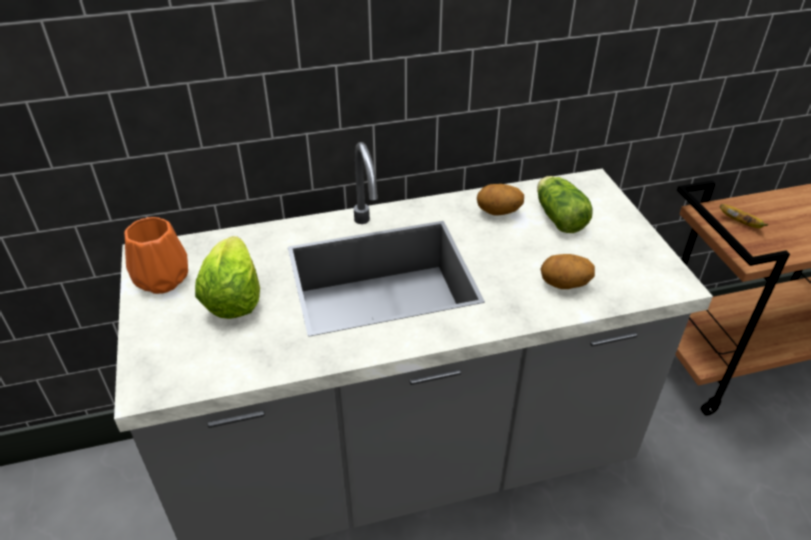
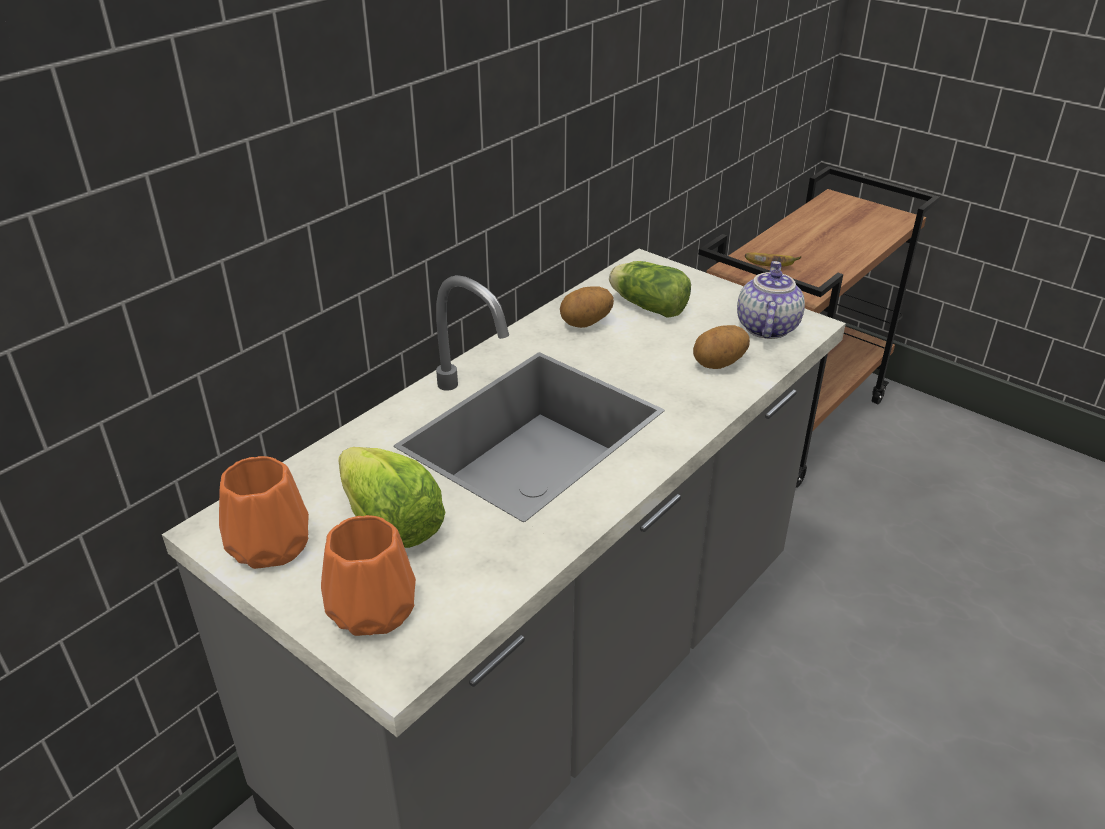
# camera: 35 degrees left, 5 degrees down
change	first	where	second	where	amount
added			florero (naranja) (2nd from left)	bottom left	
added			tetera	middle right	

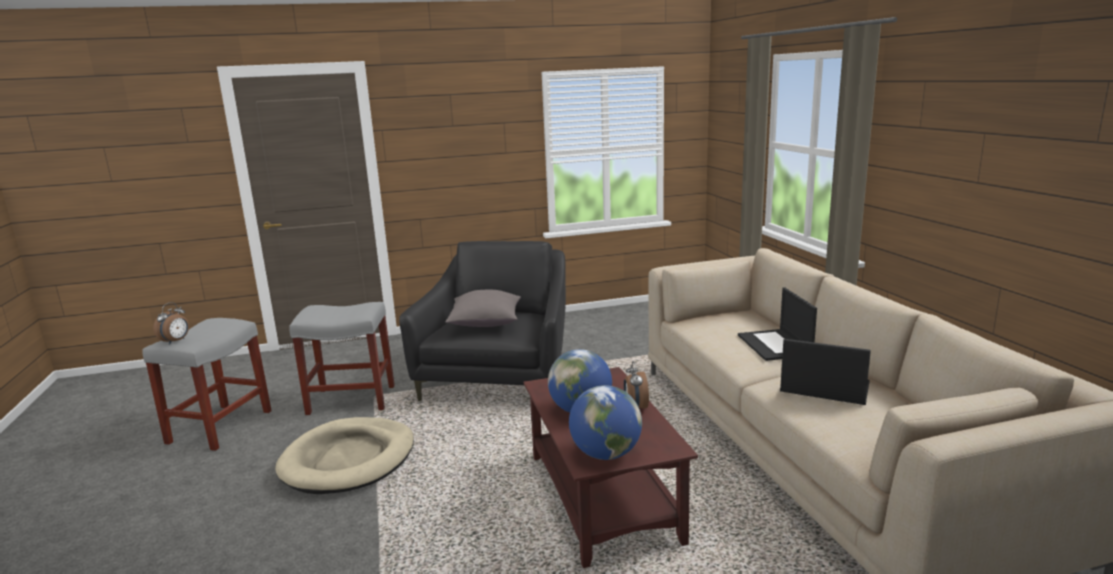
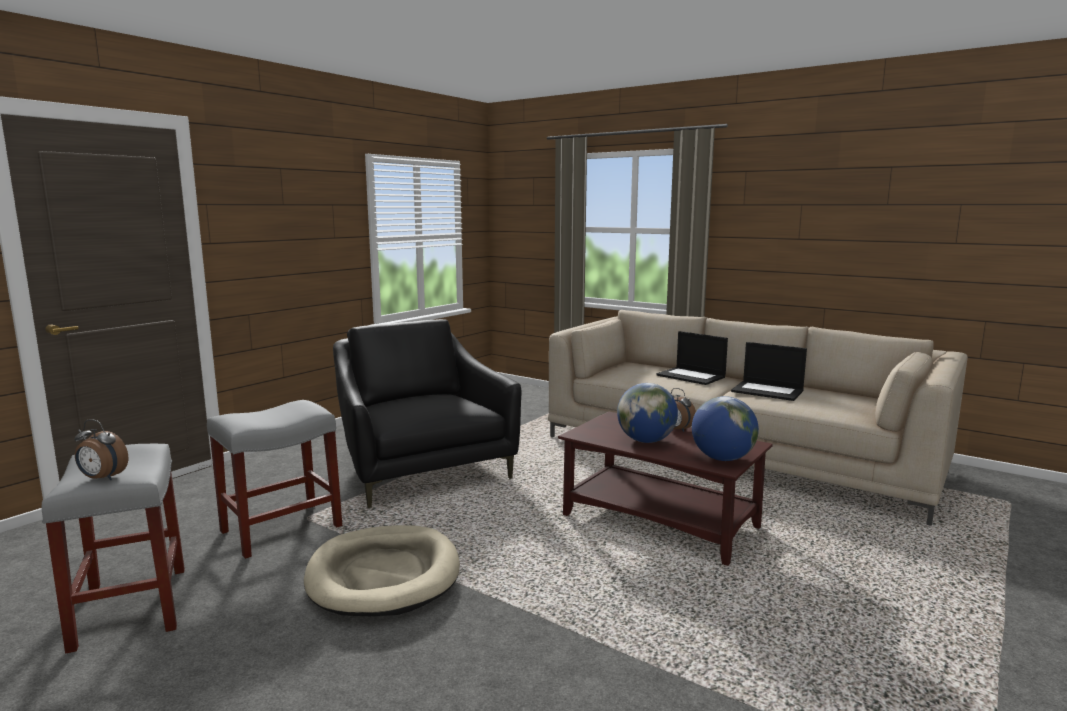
# camera: 40 degrees left, 5 degrees down
change	first	where	second	where	amount
turned	despertador (1st from left)	middle left		middle left	120 degrees clockwise
turned	portátil (2nd from left)	middle right		middle right	135 degrees counterclockwise
removed	cojín (gris)	centre			

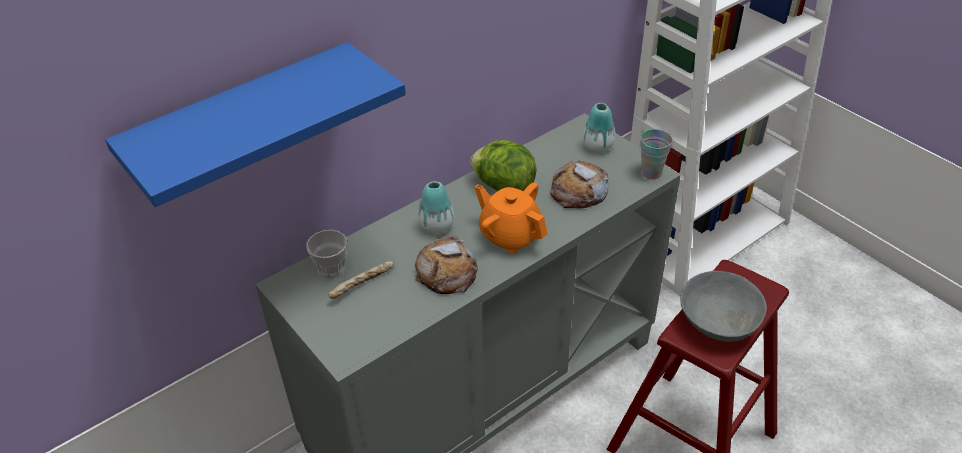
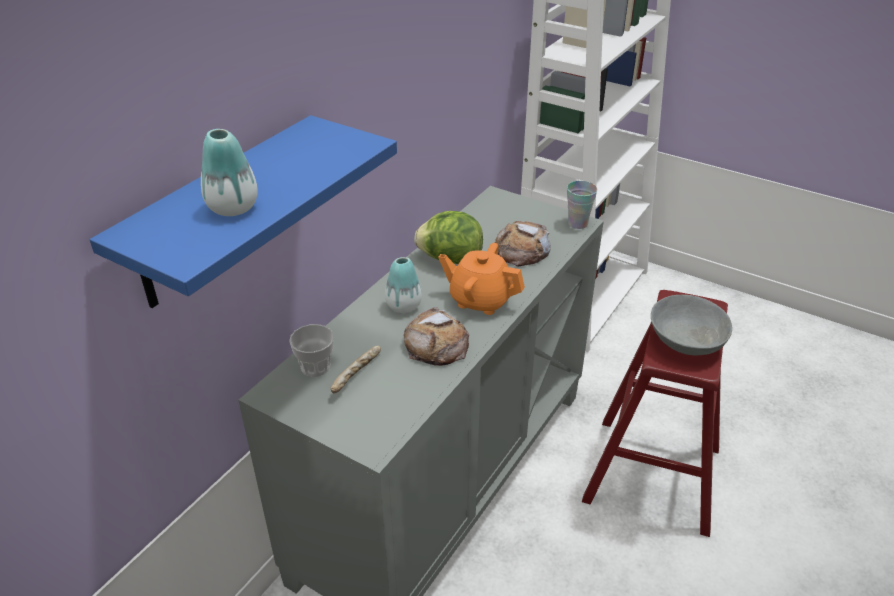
# camera: 20 degrees left, 5 degrees down
change	first	where	second	where	amount
moved	florero (2nd from left in the first image)	top centre	florero (1st from left)	top left	

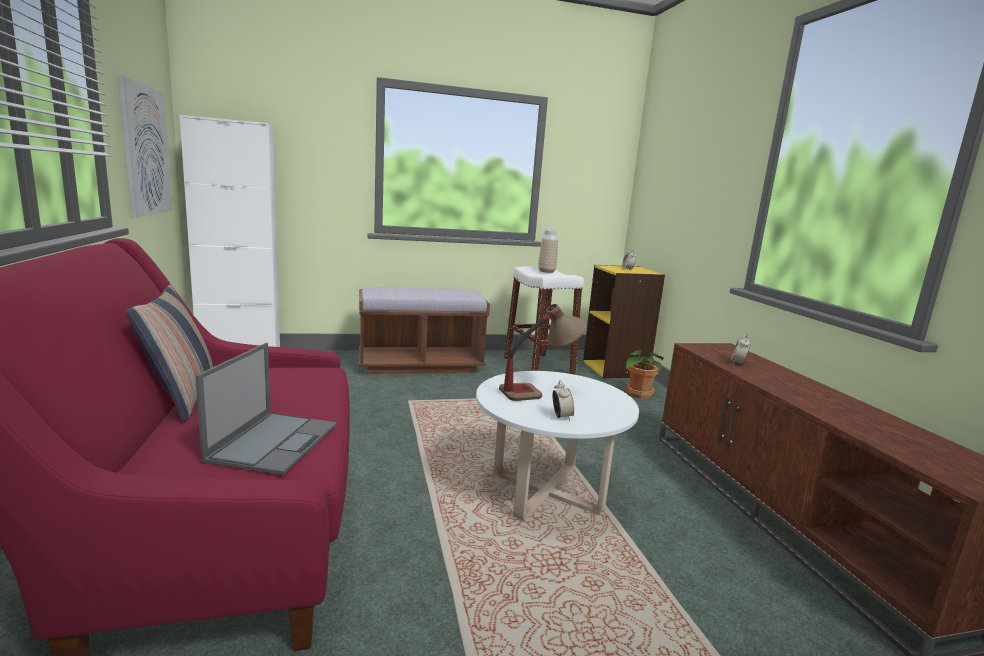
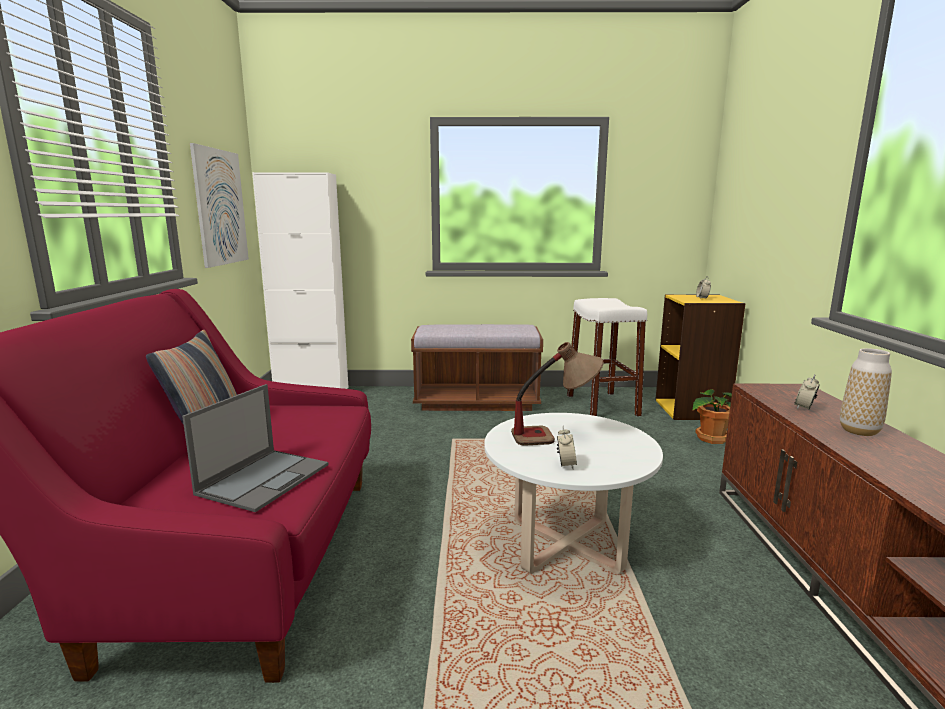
# camera: 15 degrees right, 0 degrees up
change	first	where	second	where	amount
moved	florero	centre		middle right	

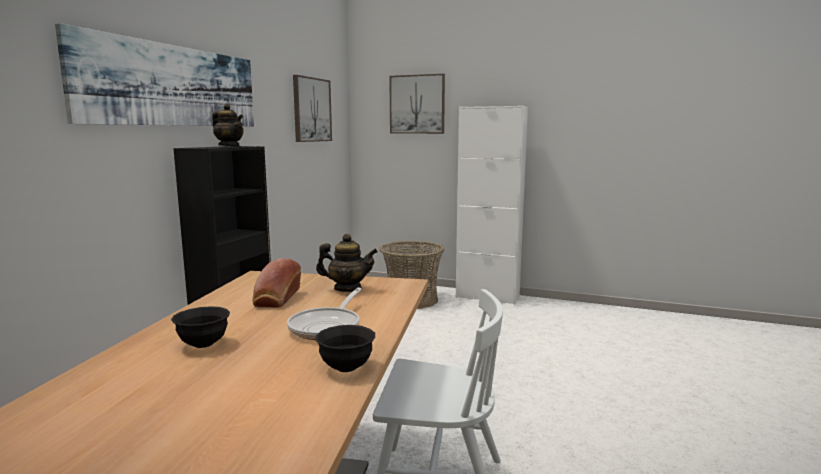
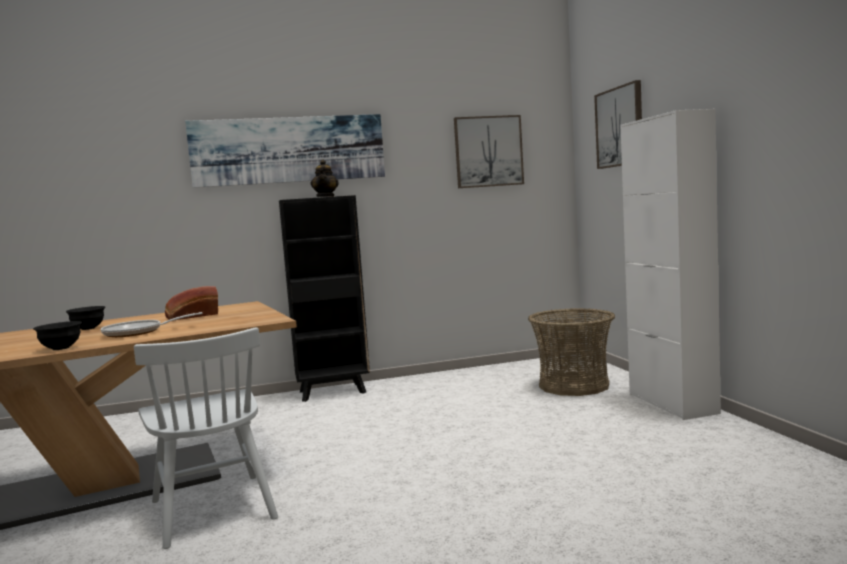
# camera: 55 degrees right, 5 degrees down
change	first	where	second	where	amount
removed	tetera (2nd from left)	centre			

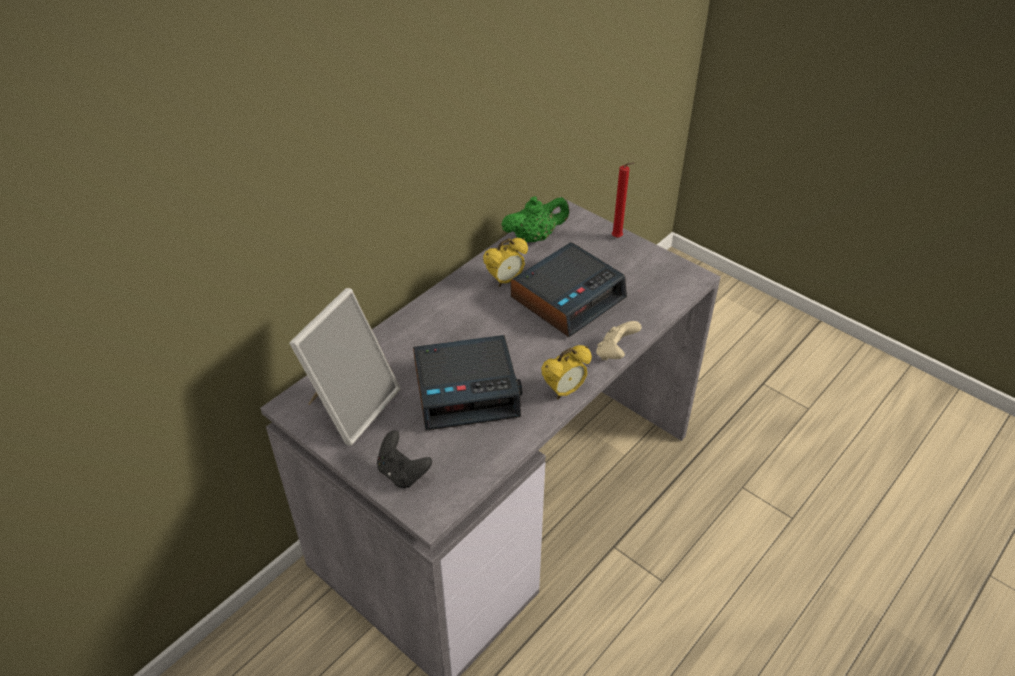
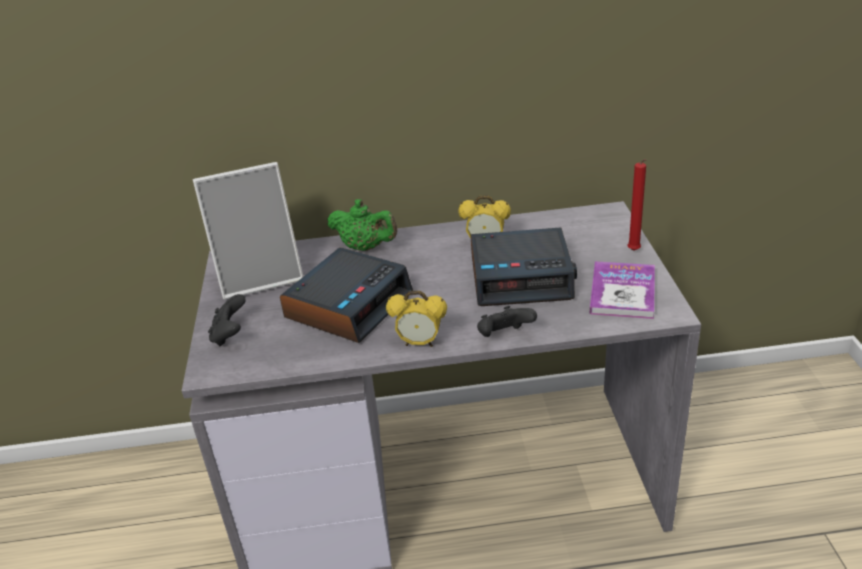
# camera: 45 degrees right, 10 degrees down
change	first	where	second	where	amount
turned	despertador (1st from left)	centre		centre	90 degrees counterclockwise
moved	tetera (verde)	top centre		centre	
recoloured	mando de consola (beis)	centre	mando de consola (negro) (2nd from left)	centre	
added			libro	middle right	

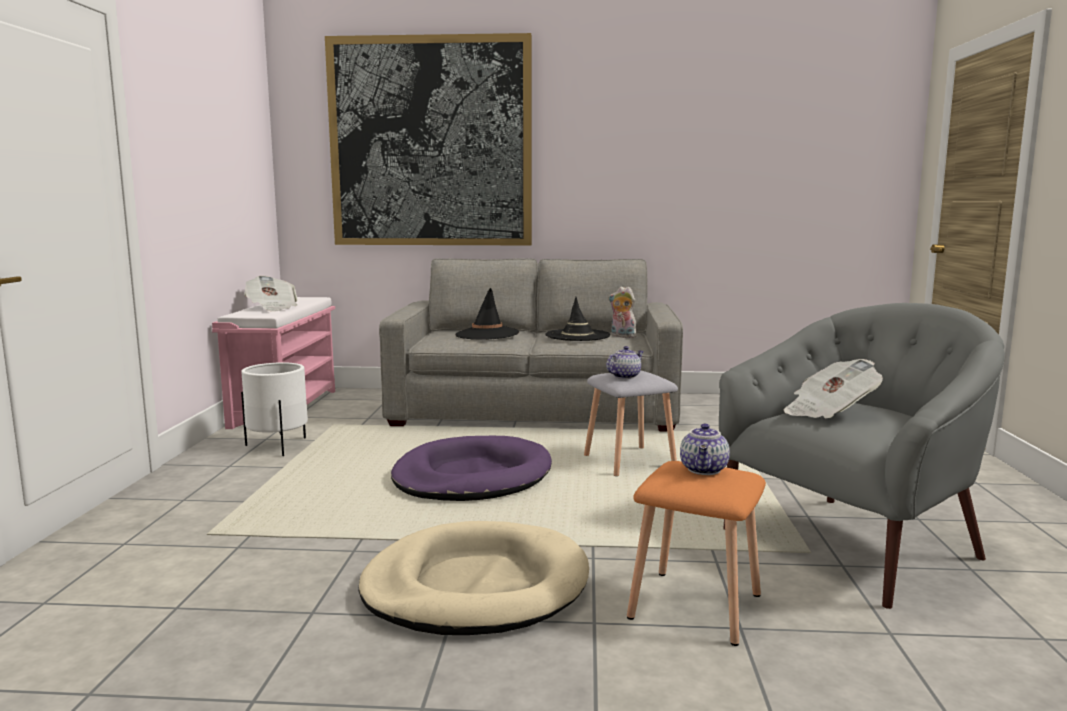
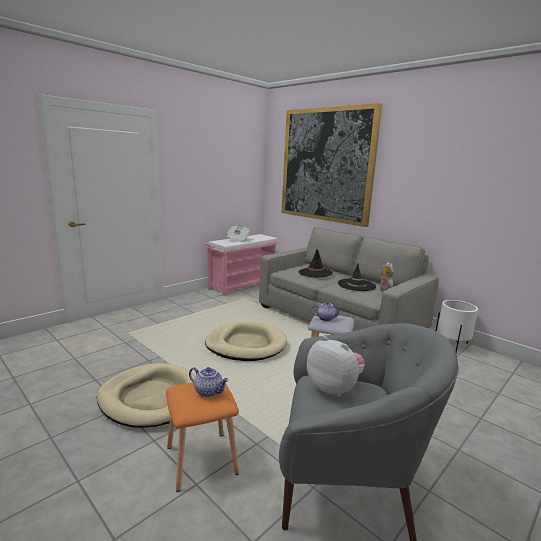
# camera: 40 degrees right, 5 degrees up
change	first	where	second	where	amount
turned	tetera (2nd from left in the first image)	centre	tetera (1st from left)	bottom centre	120 degrees counterclockwise
recoloured	cama para perro (morado)	centre	cama para perro (beis) (2nd from left)	centre	
replaced	periódico (2nd from left)	middle right	peluche (1st from left)	bottom centre	
moved	maceta (blanco)	middle left		middle right	

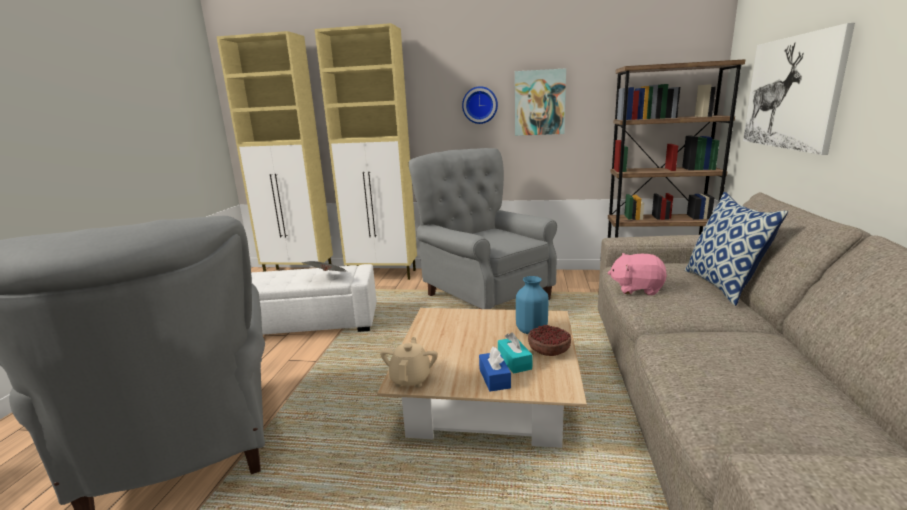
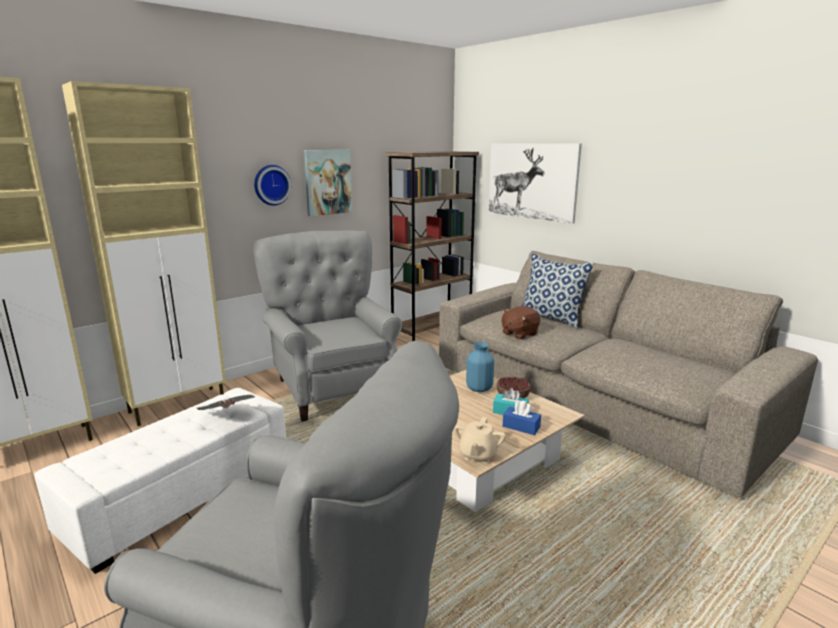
# camera: 50 degrees left, 0 degrees up
change	first	where	second	where	amount
turned	sillón (gris) (2nd from left)	centre		centre	60 degrees clockwise
turned	tetera (beis)	bottom centre		bottom centre	120 degrees counterclockwise
recoloured	peluche (rosa)	middle right	peluche (marrón)	centre	

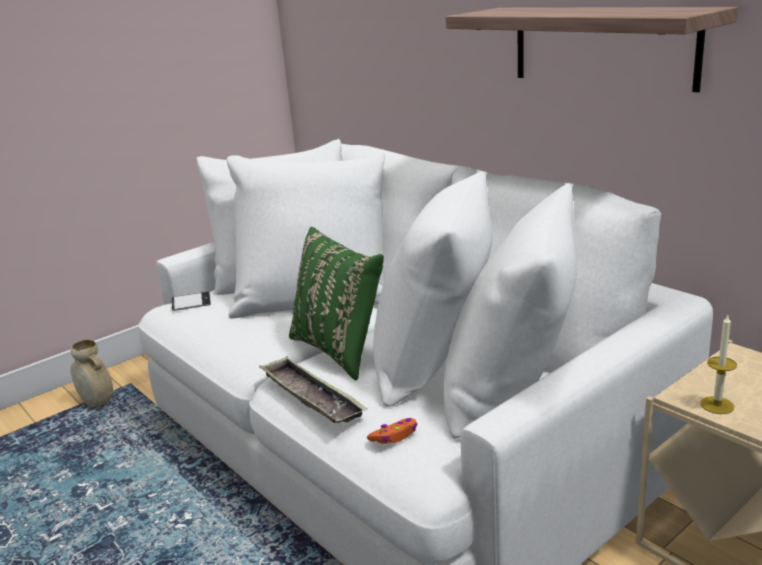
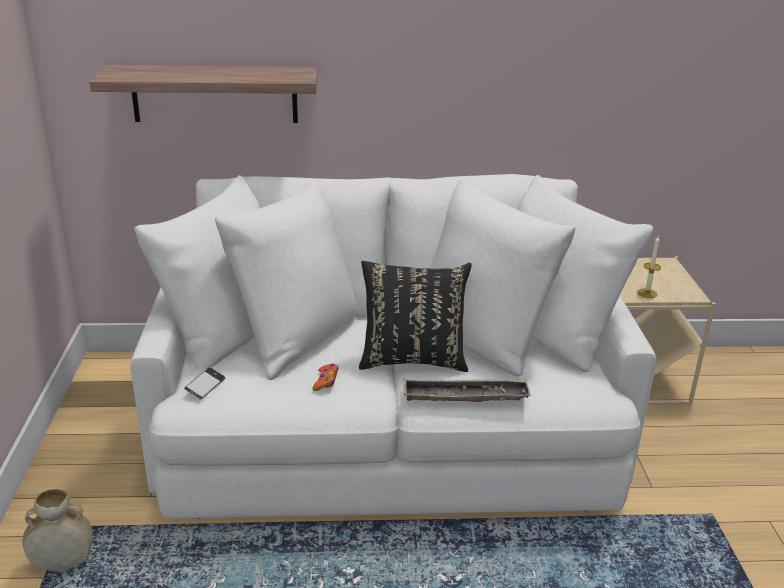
# camera: 55 degrees left, 5 degrees up
change	first	where	second	where	amount
moved	estante	top right		top left	
moved	mando de consola (naranja)	bottom centre		centre	
recoloured	cojín (verde)	centre	cojín (negro)	centre	

